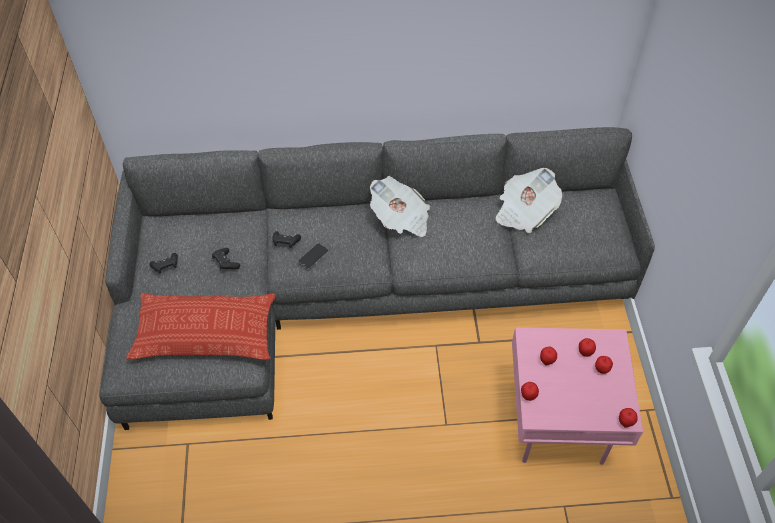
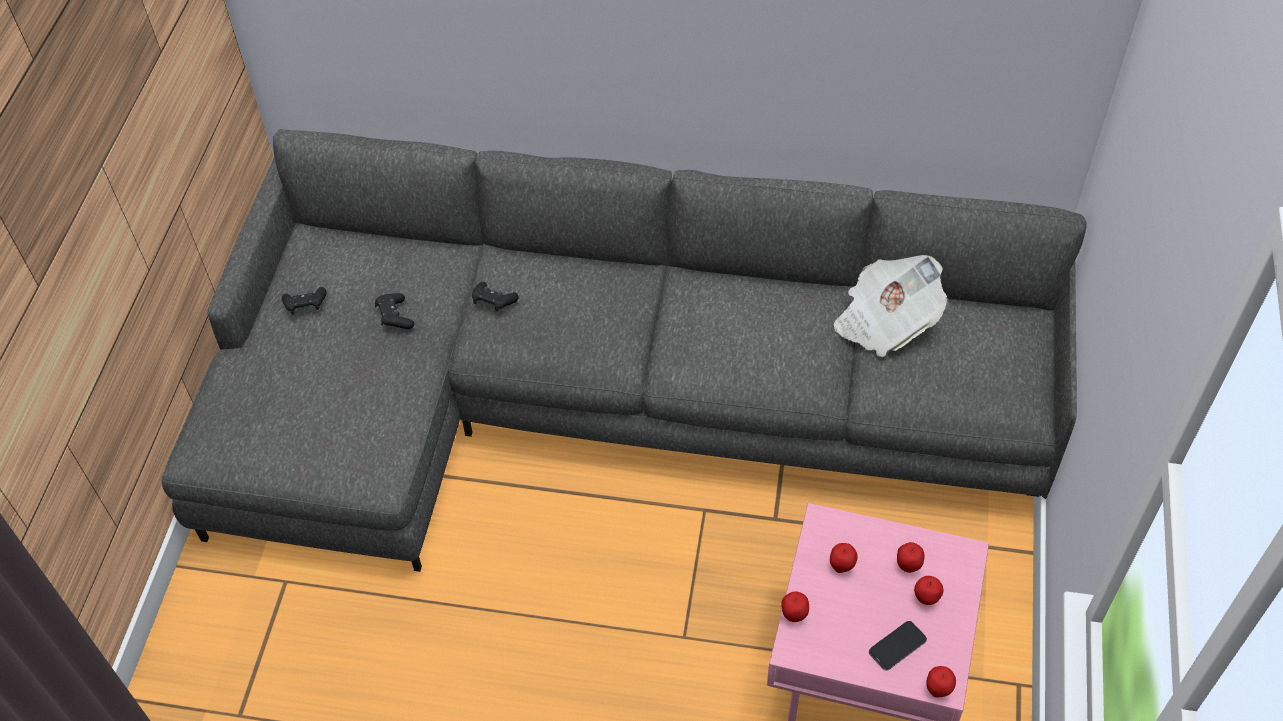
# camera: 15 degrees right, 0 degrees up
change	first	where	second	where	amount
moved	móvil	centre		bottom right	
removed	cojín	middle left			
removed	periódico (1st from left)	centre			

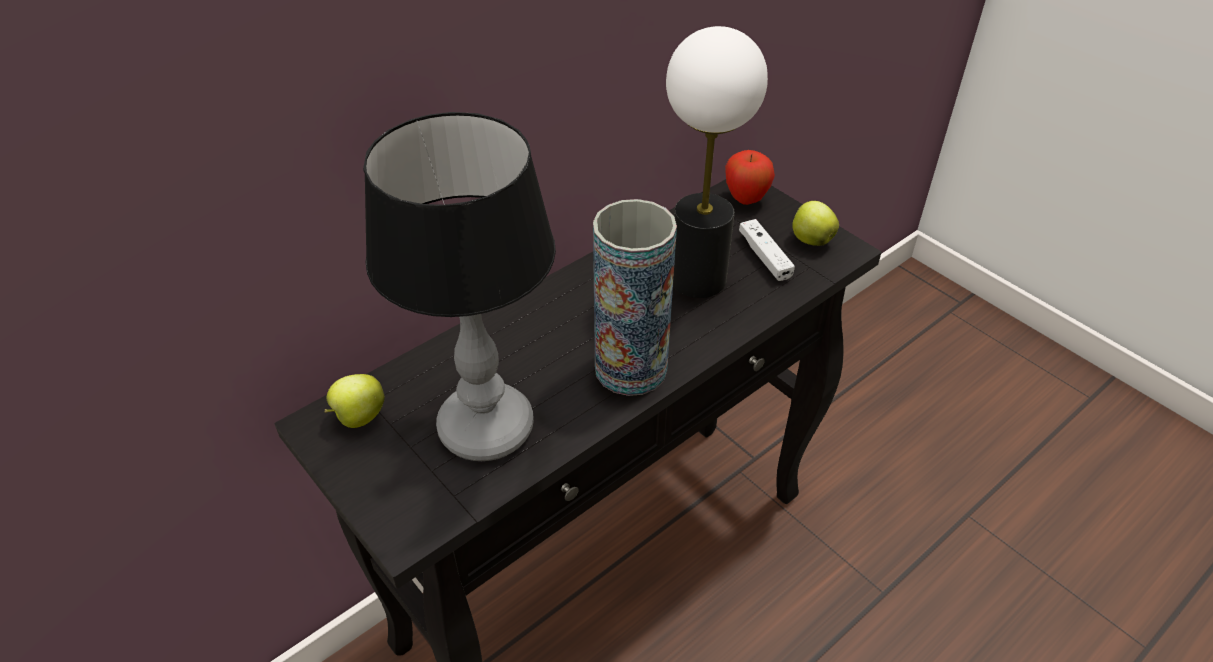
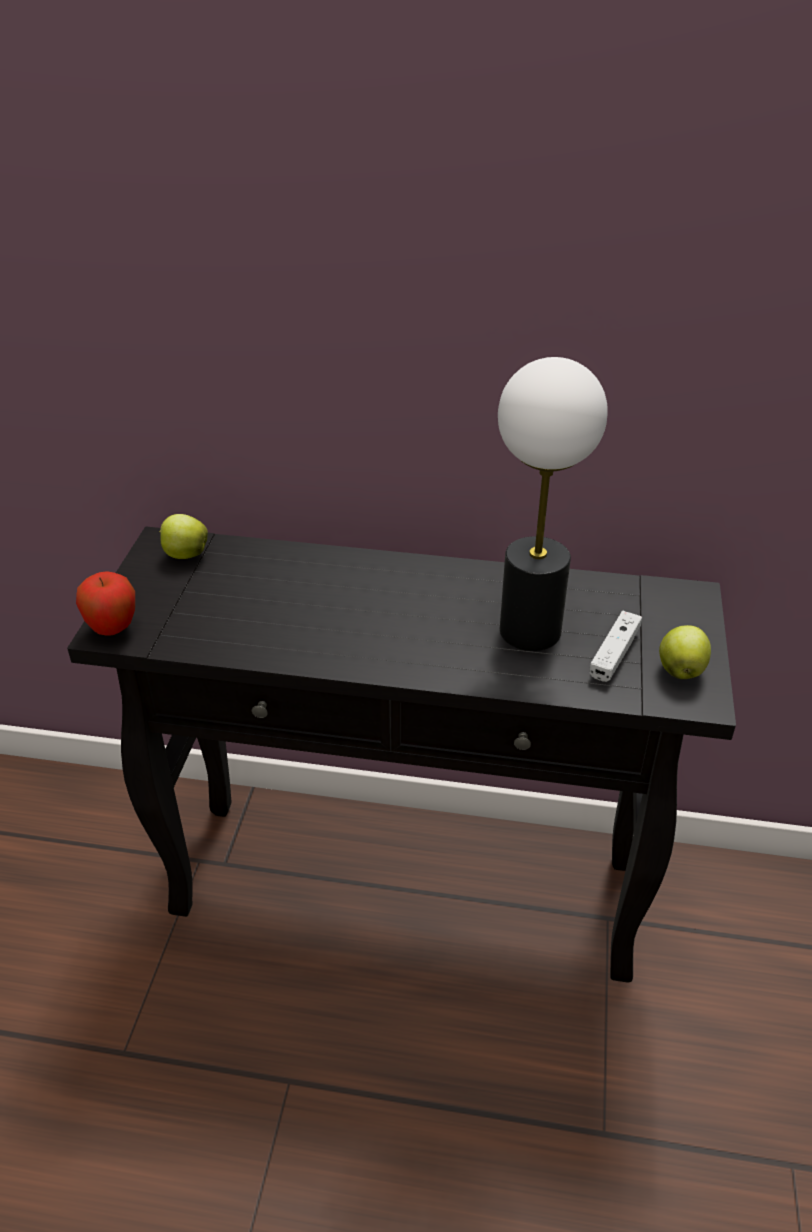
# camera: 50 degrees right, 5 degrees down
change	first	where	second	where	amount
moved	manzana (2nd from left in the first image)	top centre	manzana (1st from left)	middle left	
removed	lámpara de mesa (1st from left)	centre			
removed	florero	centre			

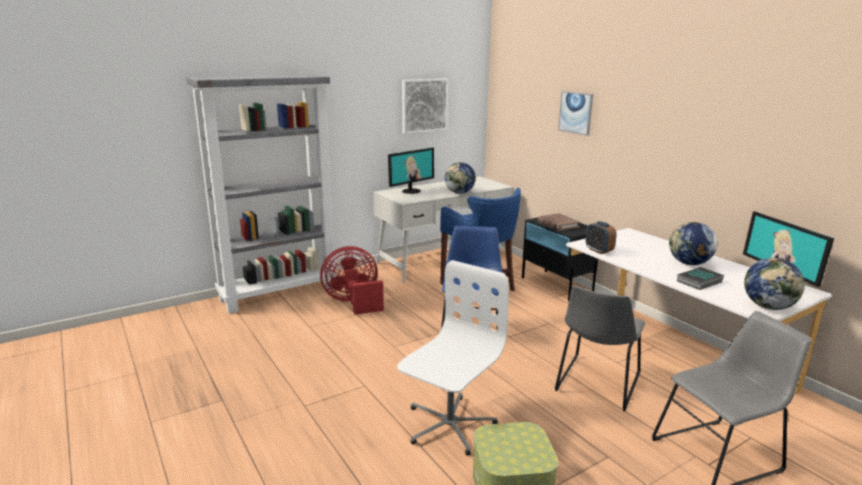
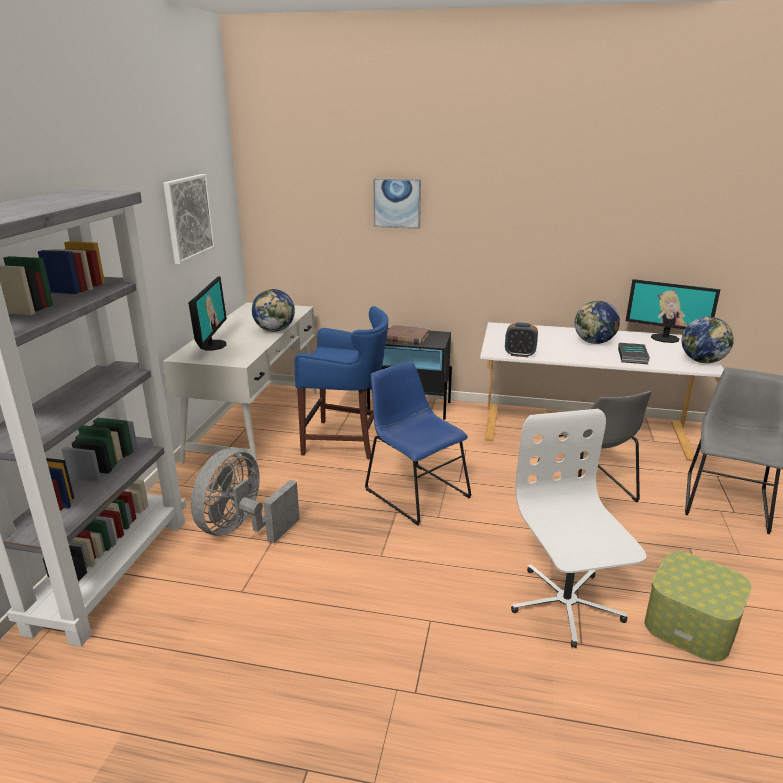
# camera: 45 degrees left, 5 degrees up
change	first	where	second	where	amount
recoloured	ventilador (rojo)	centre	ventilador (gris)	middle left	

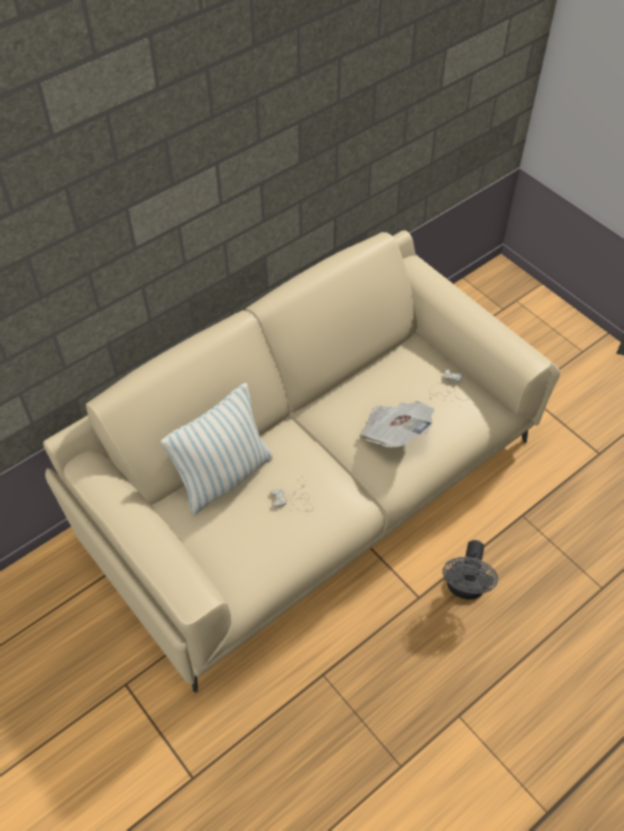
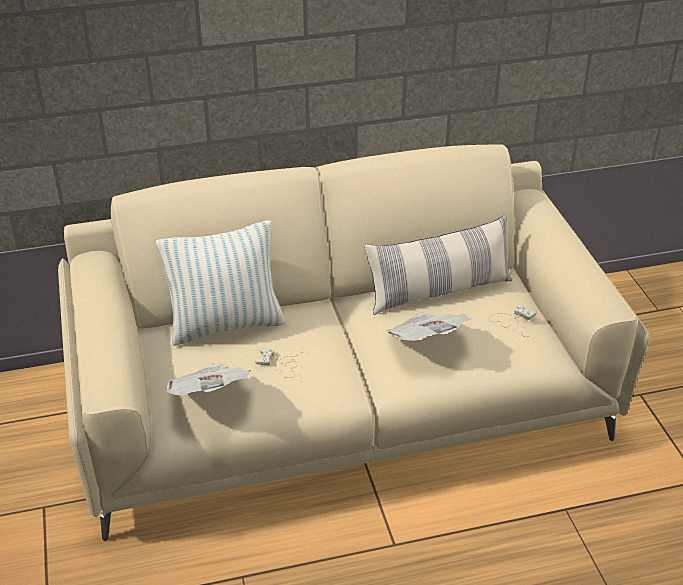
# camera: 25 degrees right, 15 degrees down
change	first	where	second	where	amount
added			periódico (1st from left)	middle left	
added			cojín (2nd from left)	centre	
removed	ventilador (gris)	bottom right			

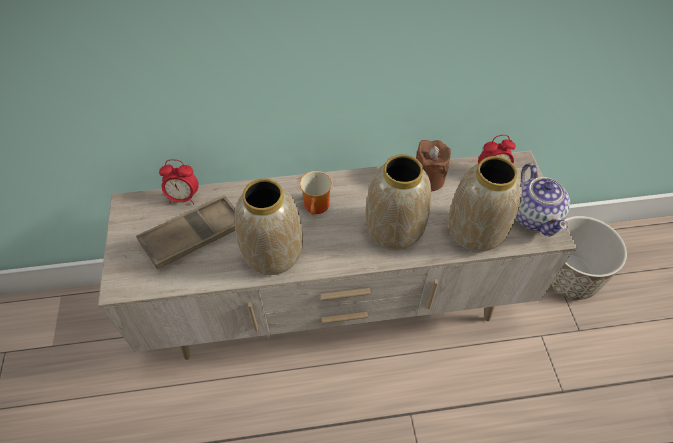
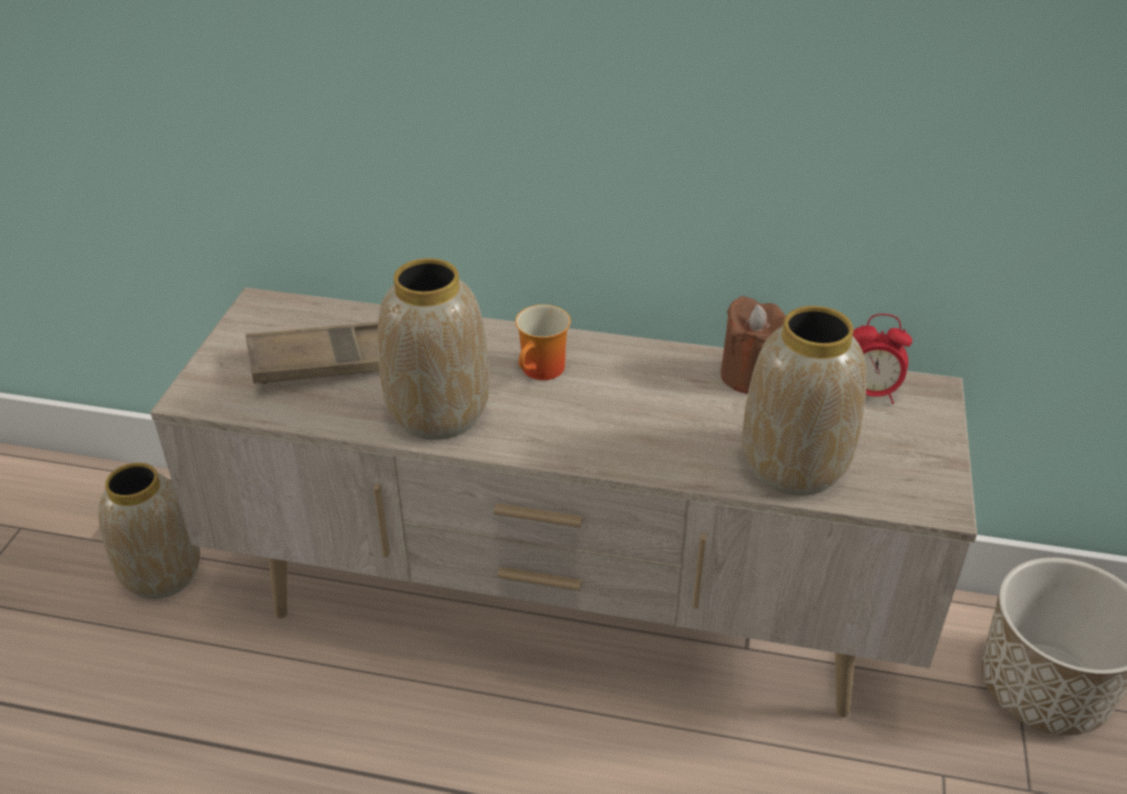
# camera: 20 degrees right, 15 degrees down
change	first	where	second	where	amount
moved	florero (2nd from left in the first image)	centre	florero (1st from left)	bottom left	
removed	despertador (1st from left)	middle left			
removed	tetera	middle right			

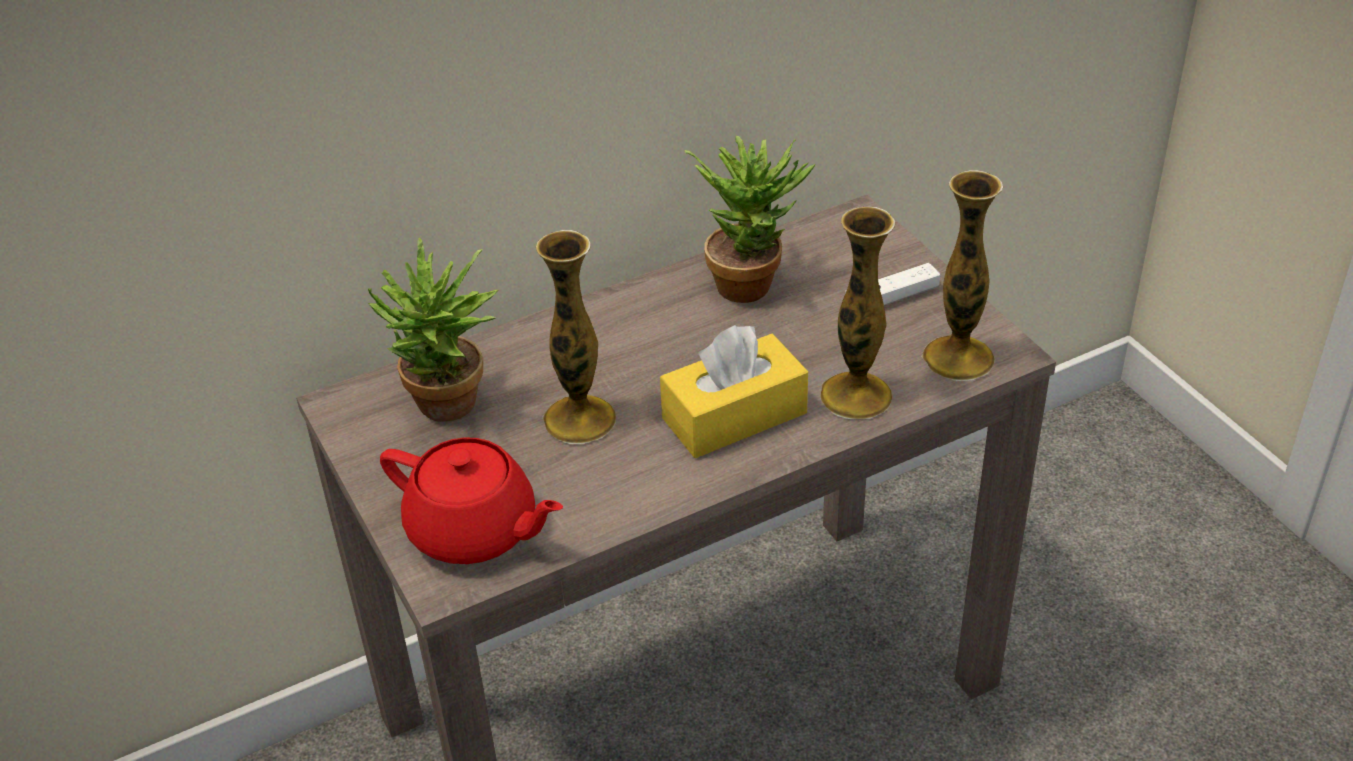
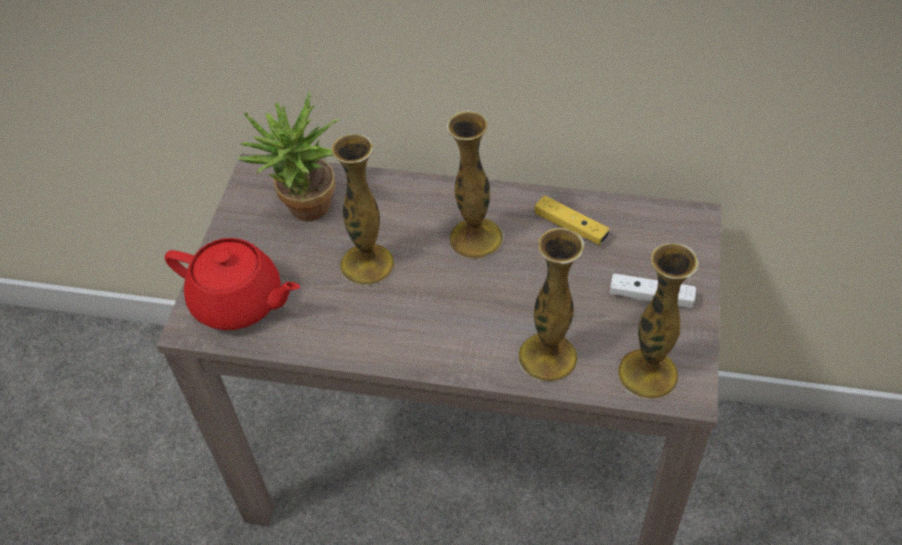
# camera: 40 degrees right, 10 degrees up
change	first	where	second	where	amount
turned	tetera (rojo)	centre		middle left	45 degrees counterclockwise
added			florero (2nd from left)	centre	
replaced	planta en maceta (2nd from left)	top centre	mando de consola (amarillo)	centre	
removed	caja de pañuelos (amarillo)	centre			

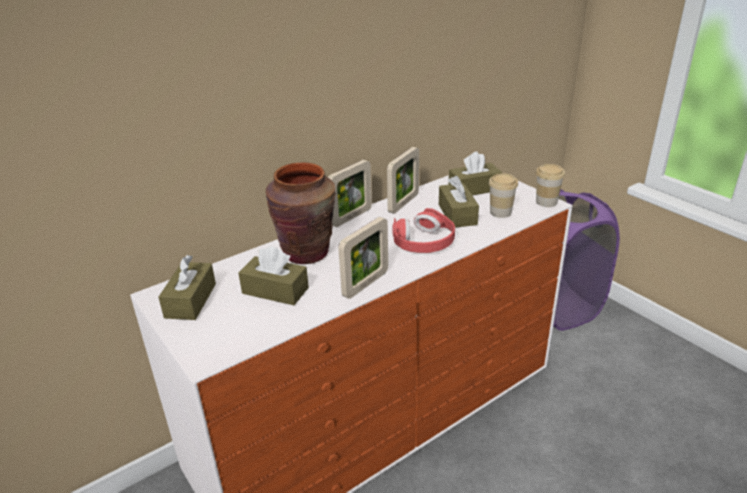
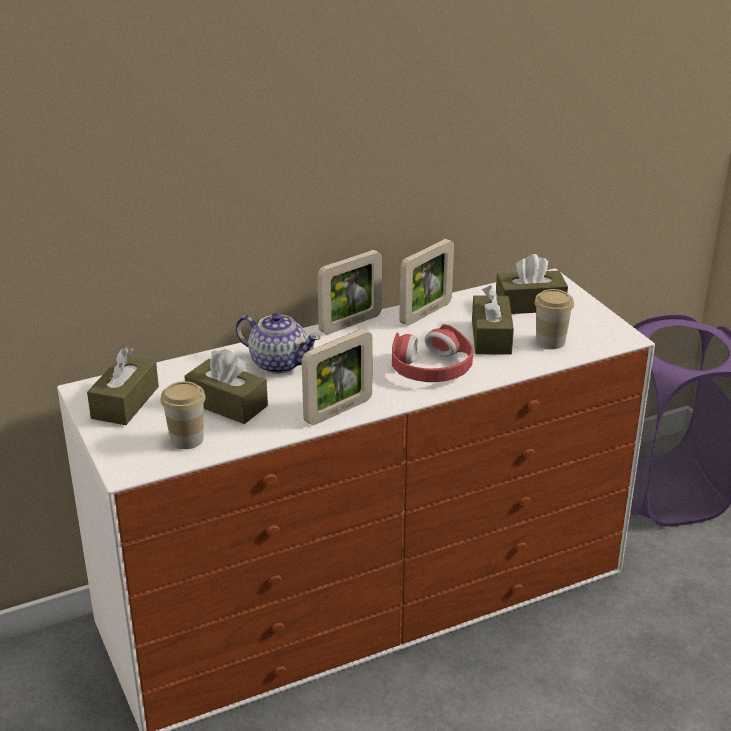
# camera: 10 degrees right, 0 degrees up
change	first	where	second	where	amount
moved	taza (2nd from left in the first image)	middle right	taza (1st from left)	middle left	
replaced	florero (marrón)	centre	tetera	centre	

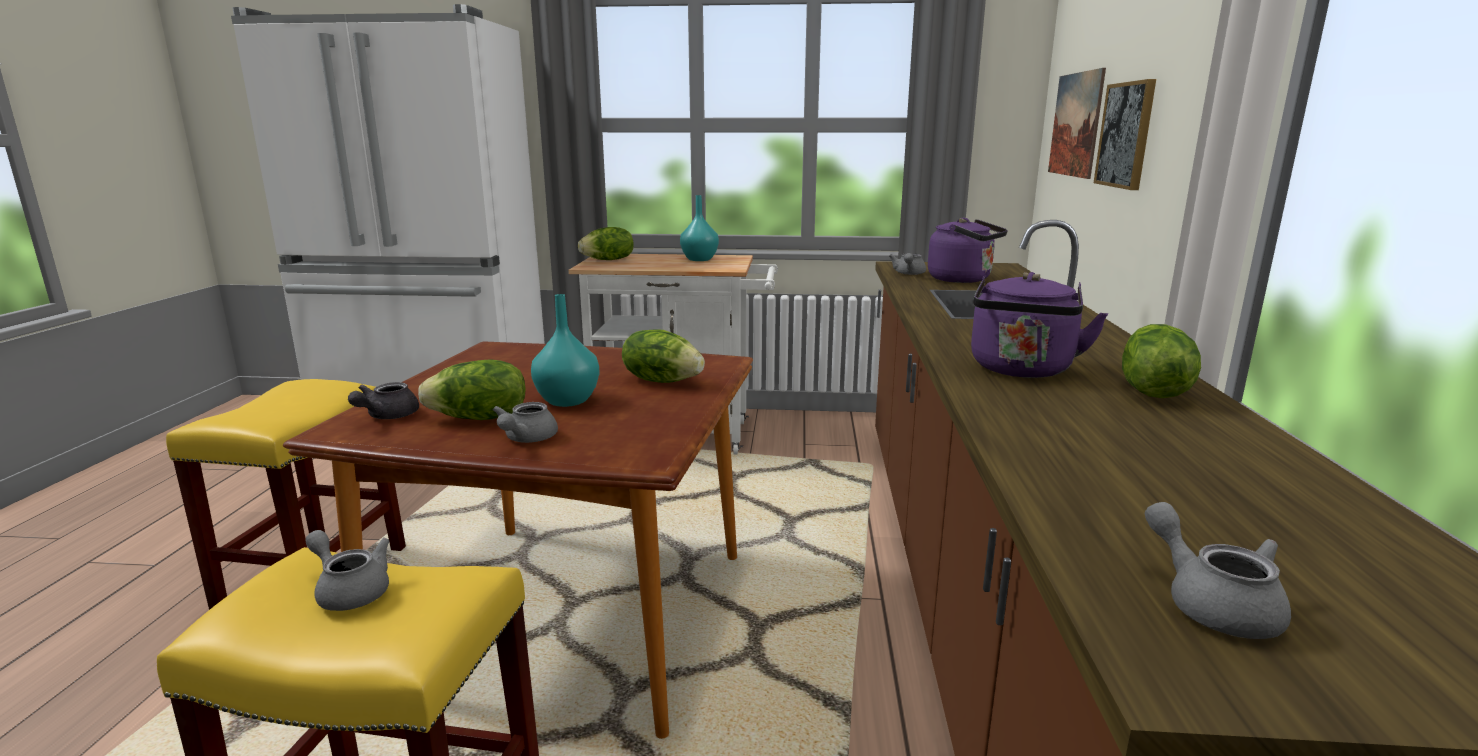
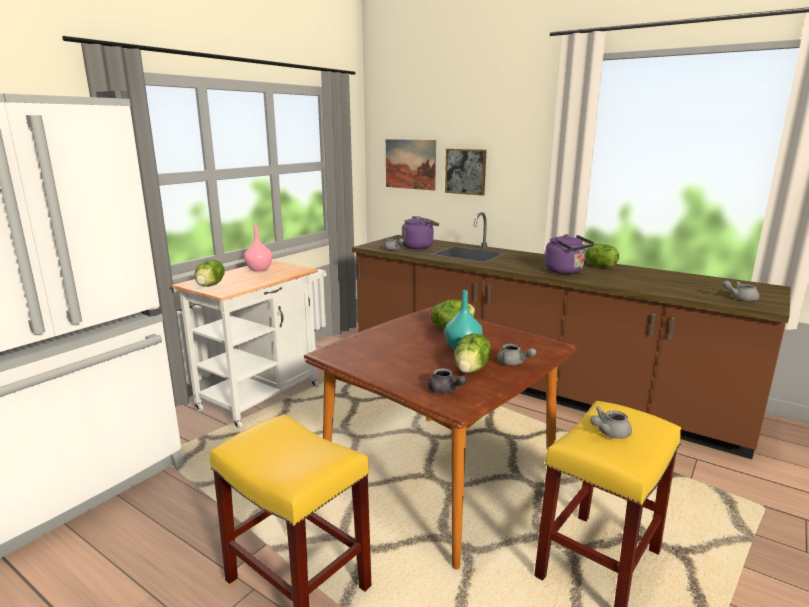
# camera: 60 degrees left, 0 degrees up
change	first	where	second	where	amount
recoloured	florero (turquesa) (2nd from left)	top centre	florero (rosa)	middle left	

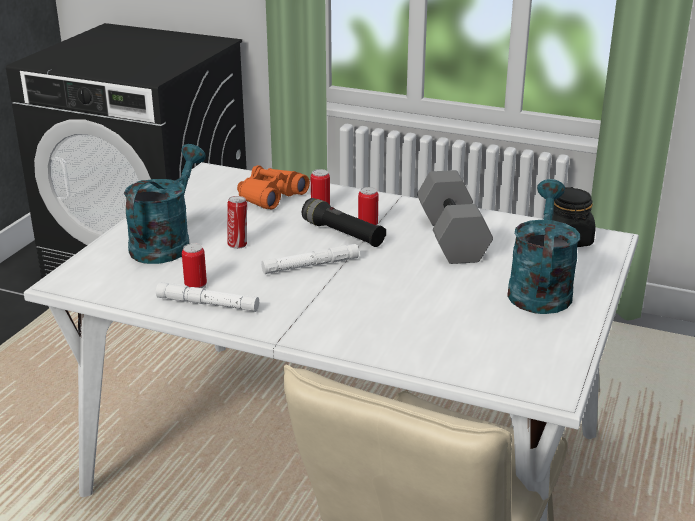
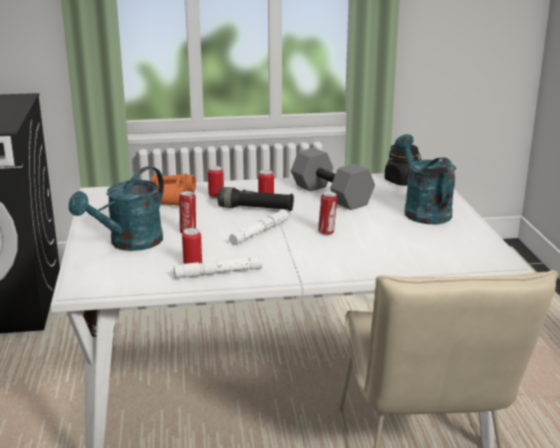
# camera: 30 degrees left, 5 degrees down
change	first	where	second	where	amount
turned	regadera (turquesa) (1st from left)	middle left		middle left	135 degrees counterclockwise
added			lata (5th from left)	centre	

